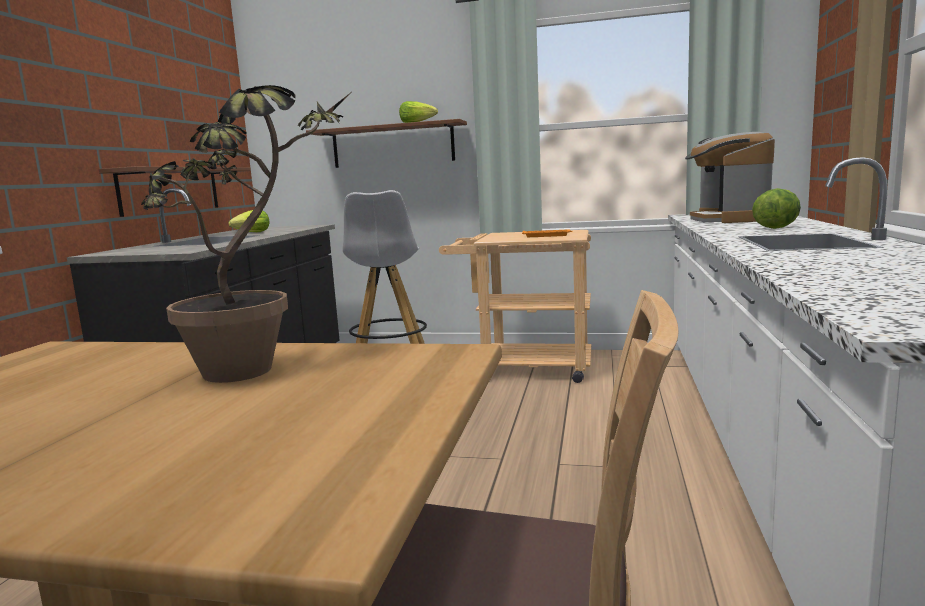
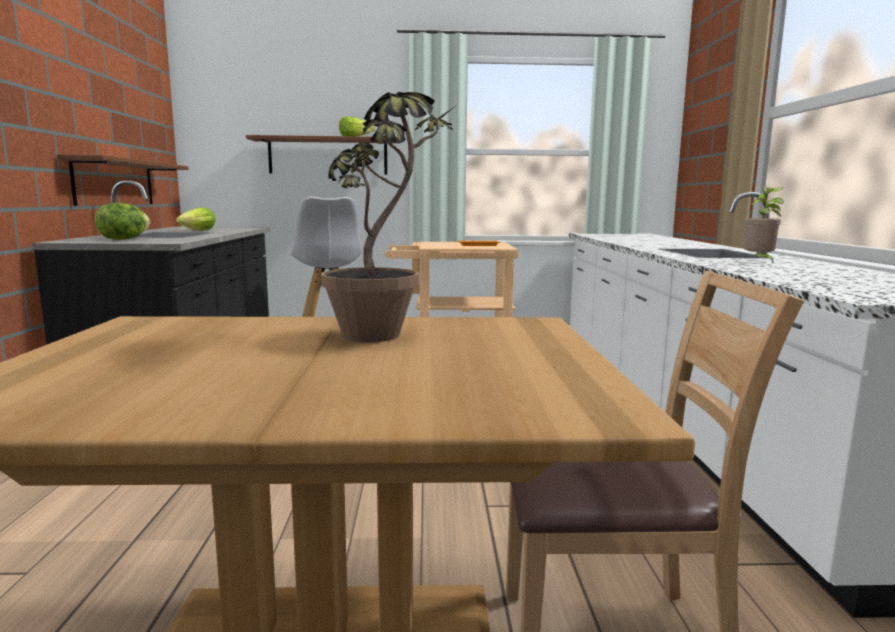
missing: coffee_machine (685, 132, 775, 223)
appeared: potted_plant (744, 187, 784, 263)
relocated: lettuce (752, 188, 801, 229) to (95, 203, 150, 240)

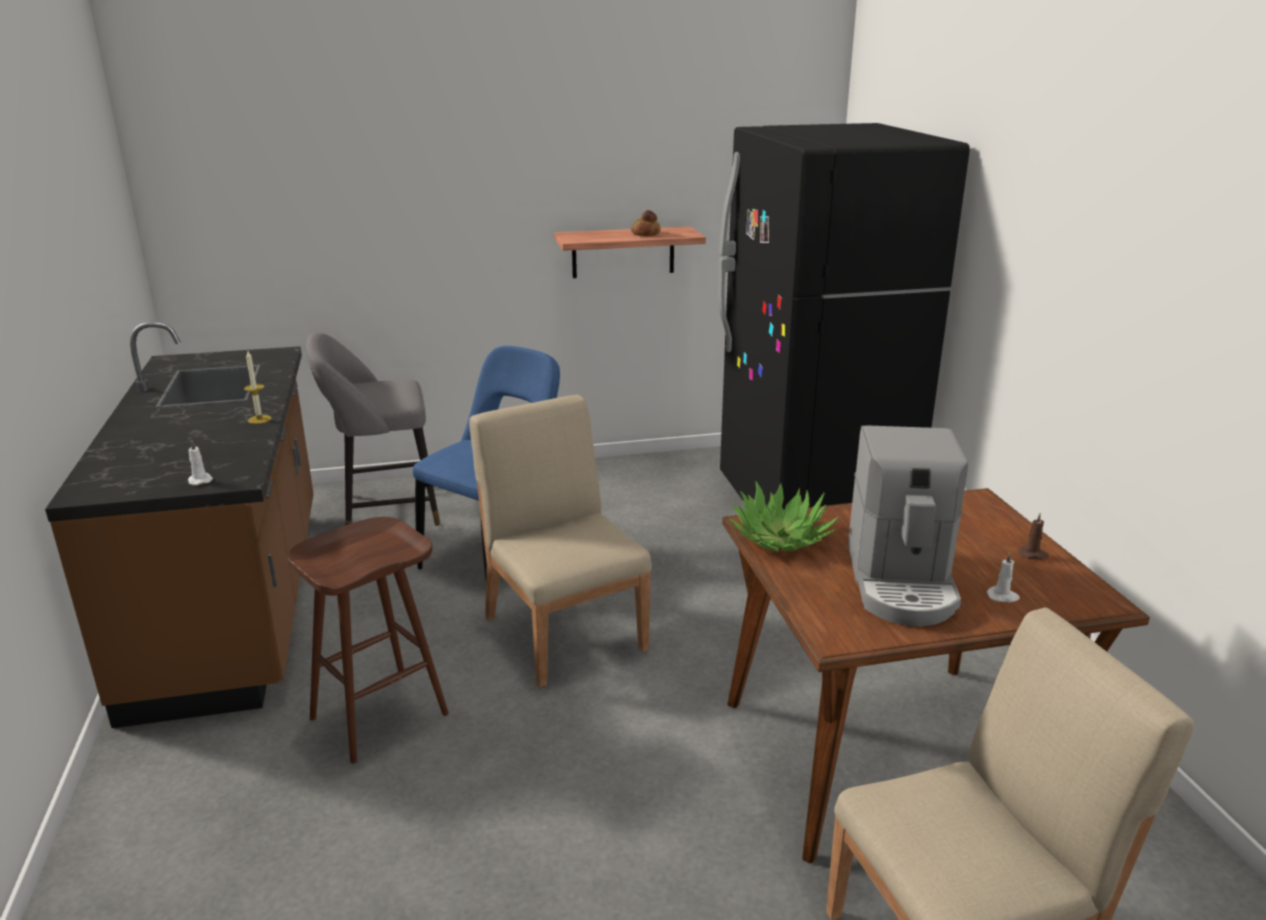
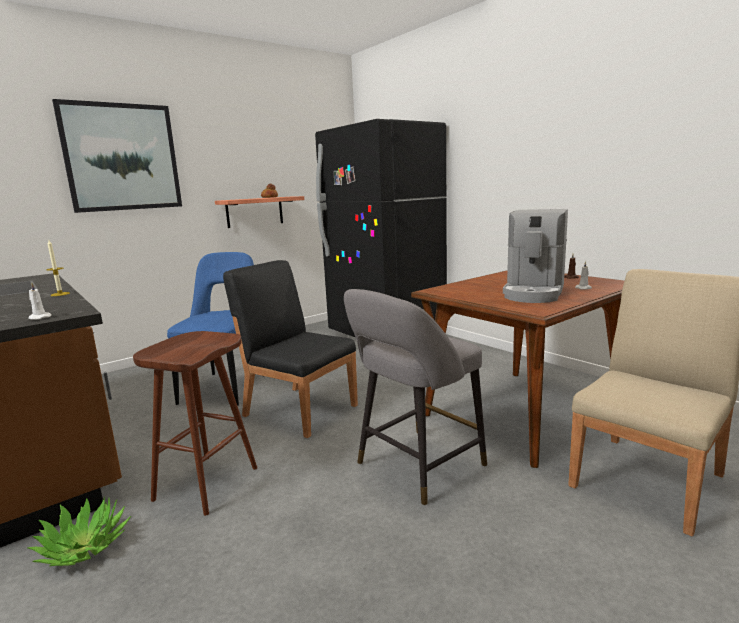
appeared: picture (52, 99, 182, 213)
relocated: grey_stool (306, 333, 440, 526) to (344, 289, 487, 505); potted_plant (727, 481, 839, 552) to (28, 496, 131, 566)
colour: beige_chair (469, 395, 652, 687) to black_chair (223, 260, 358, 438)
spun: coffee_machine (848, 425, 968, 626) = (503, 209, 568, 303) 45 degrees clockwise

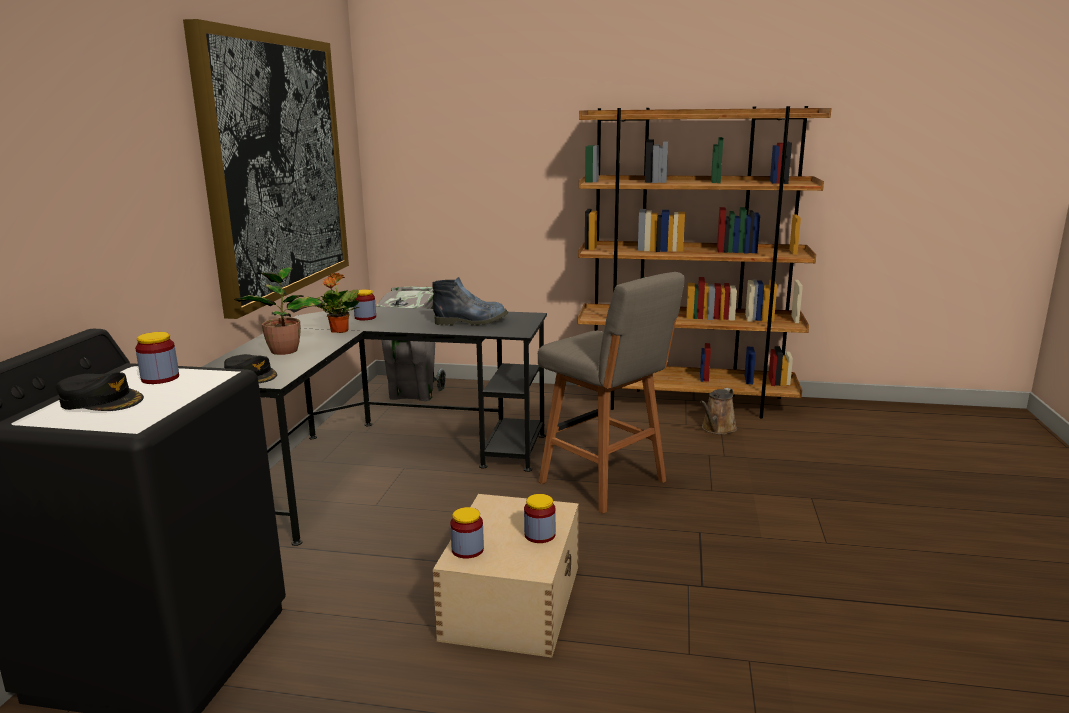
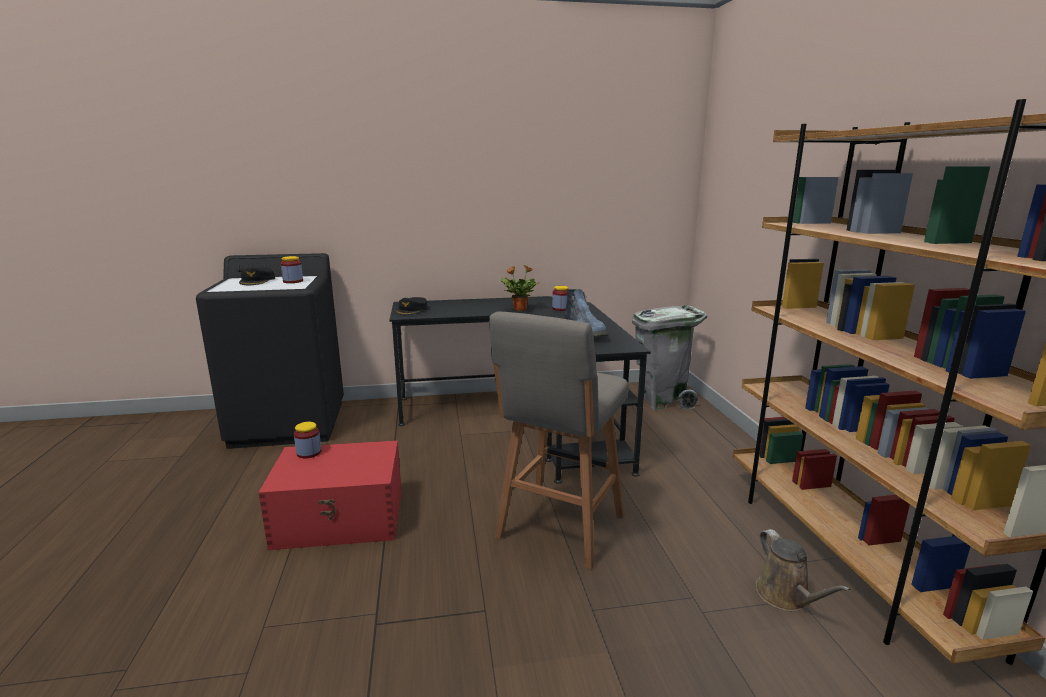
missing: picture (183, 19, 349, 319); potted_plant (234, 267, 323, 355); jar (524, 494, 556, 543)
colour: beige_storage_box (433, 494, 579, 658) to red_storage_box (258, 440, 402, 550)
spun: brown_watering_can (700, 388, 737, 434) = (756, 529, 851, 611) 120 degrees counterclockwise

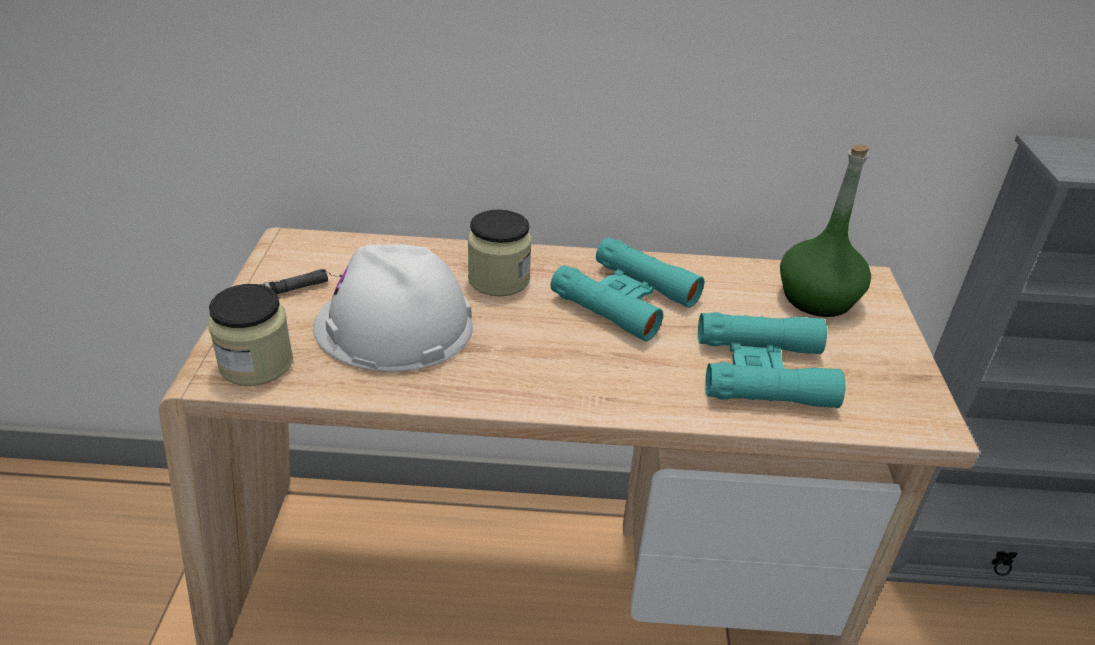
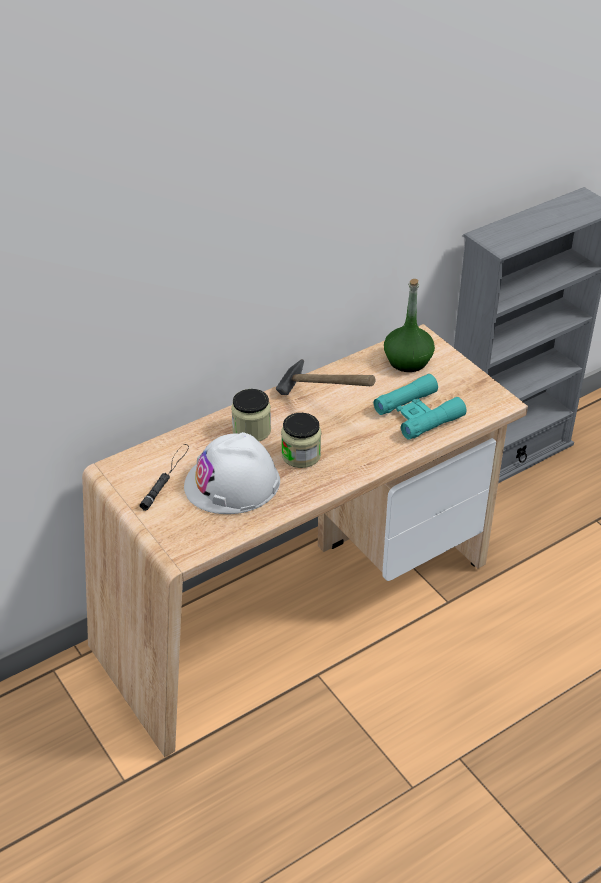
relocated: jar (208, 284, 293, 386) to (281, 413, 321, 468)
exchanged: turquoise_binoculars (551, 237, 704, 341) to hammer (276, 359, 376, 395)

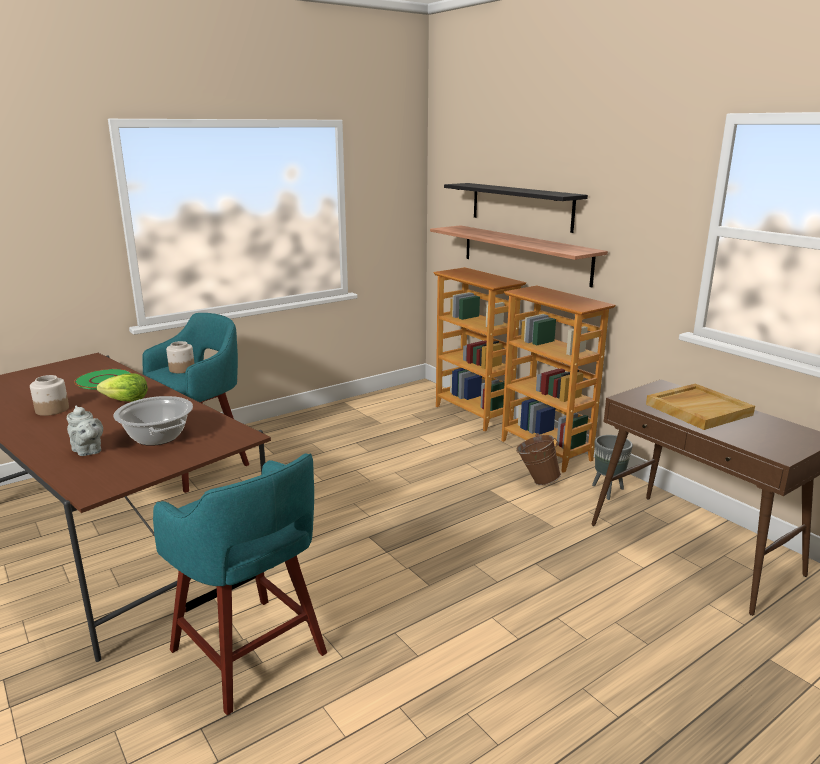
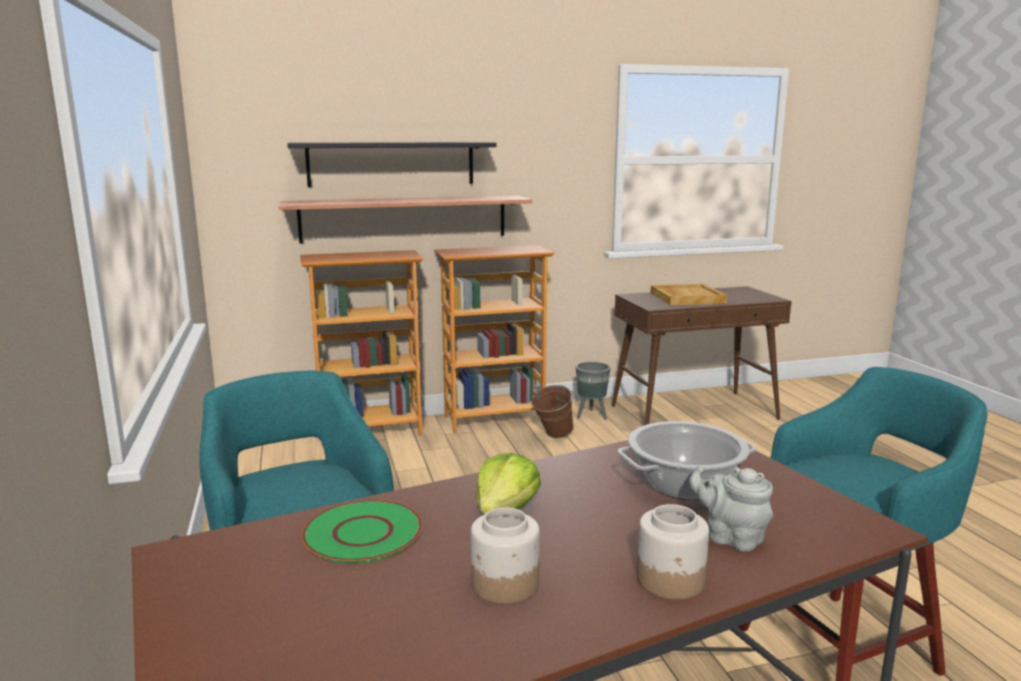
relocated: jar (166, 341, 195, 373) to (637, 504, 709, 600)
spun: grey_teapot (67, 406, 103, 456) = (689, 466, 773, 552) 120 degrees counterclockwise

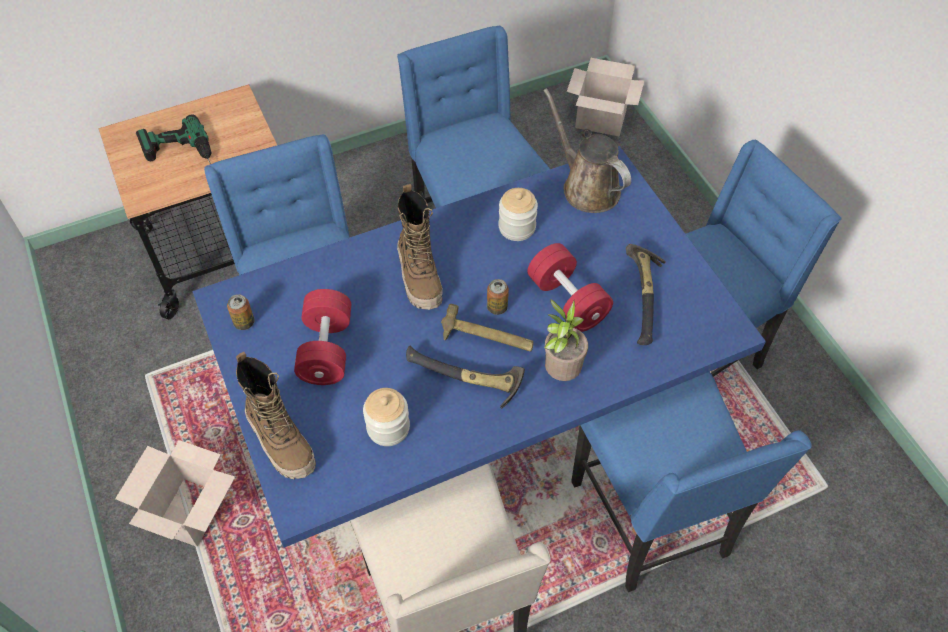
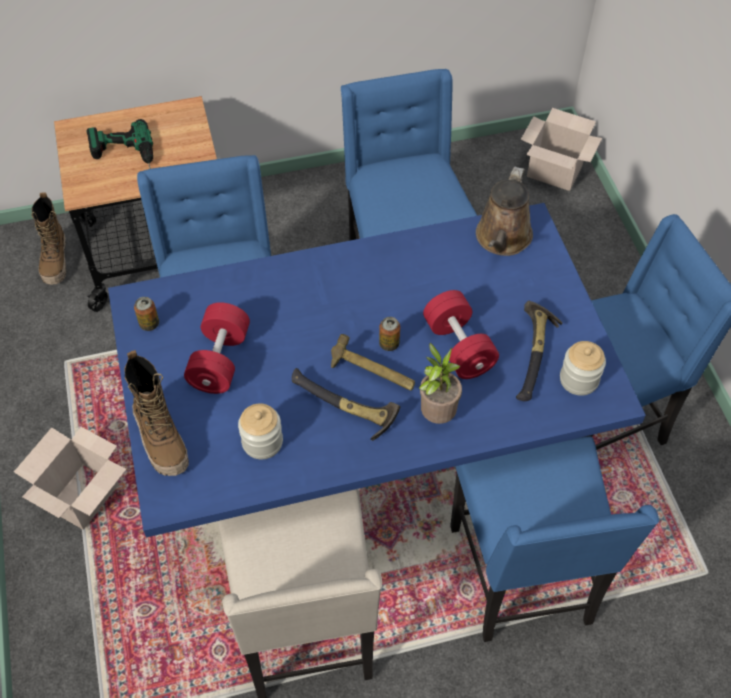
relocated: boot (397, 184, 443, 310) to (31, 192, 66, 285); jar (498, 188, 538, 241) to (560, 341, 606, 396)
spun: brown_watering_can (544, 88, 631, 213) = (476, 167, 533, 256) 135 degrees counterclockwise

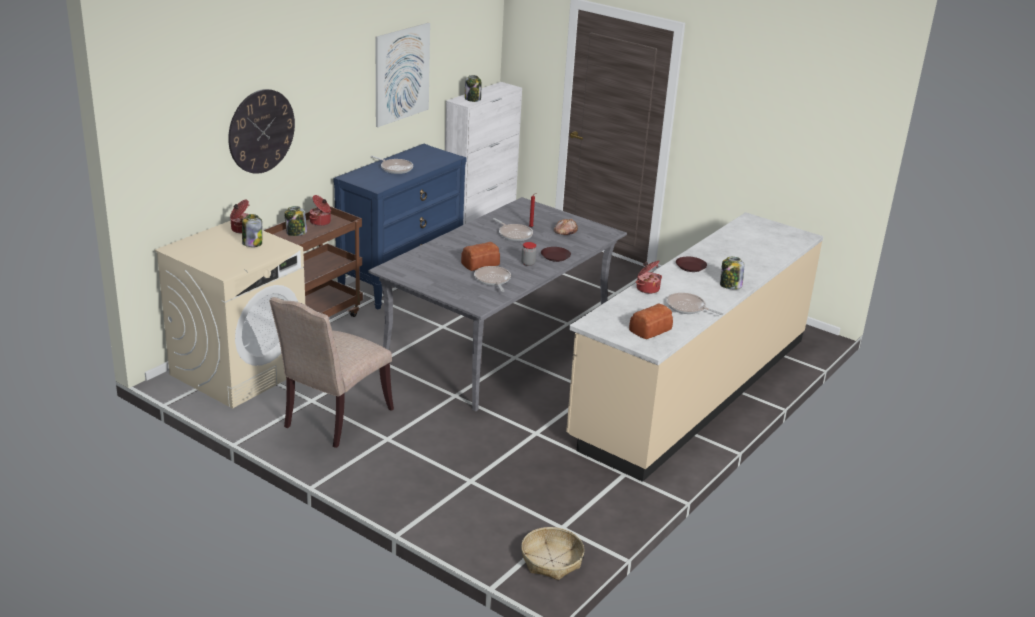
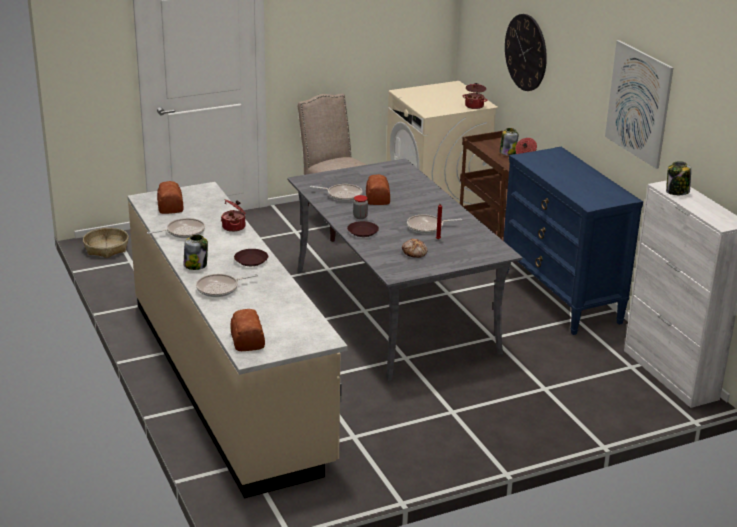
missing: jar (242, 214, 262, 247)
appeared: bread (231, 309, 265, 351)
relocated: frying_pan (371, 156, 413, 174) to (196, 274, 258, 297)

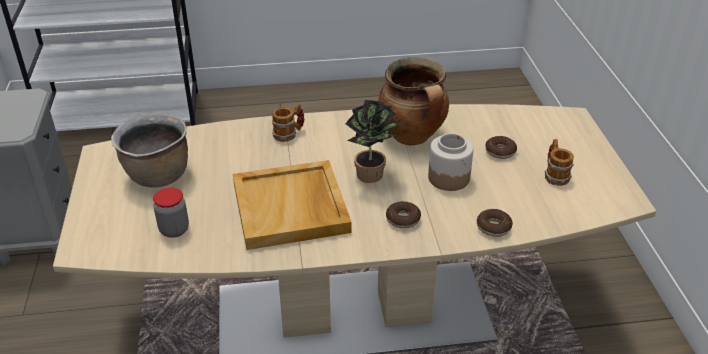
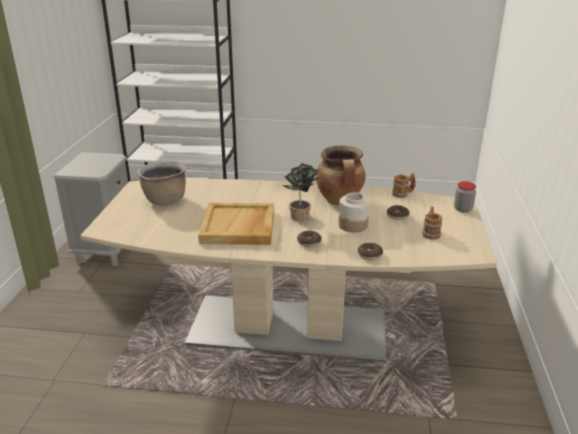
relocated: jar (153, 188, 189, 238) to (454, 181, 476, 213); mug (272, 103, 305, 142) to (392, 173, 416, 198)

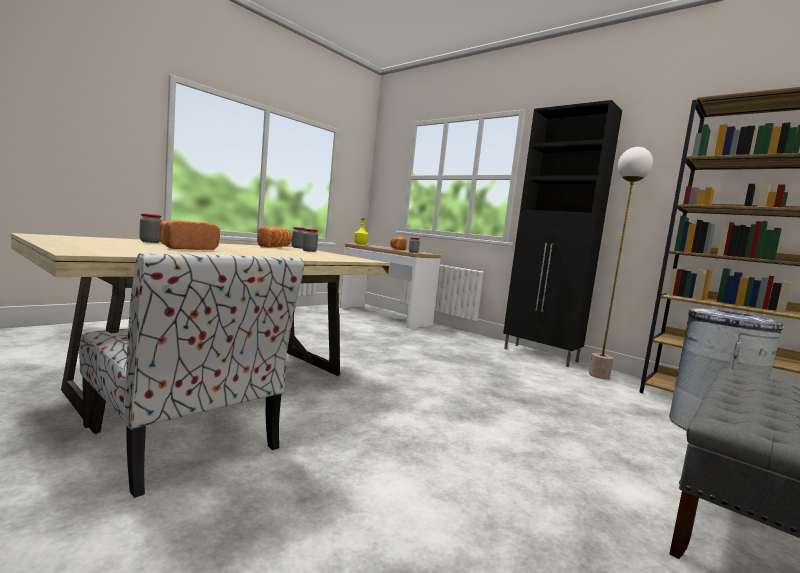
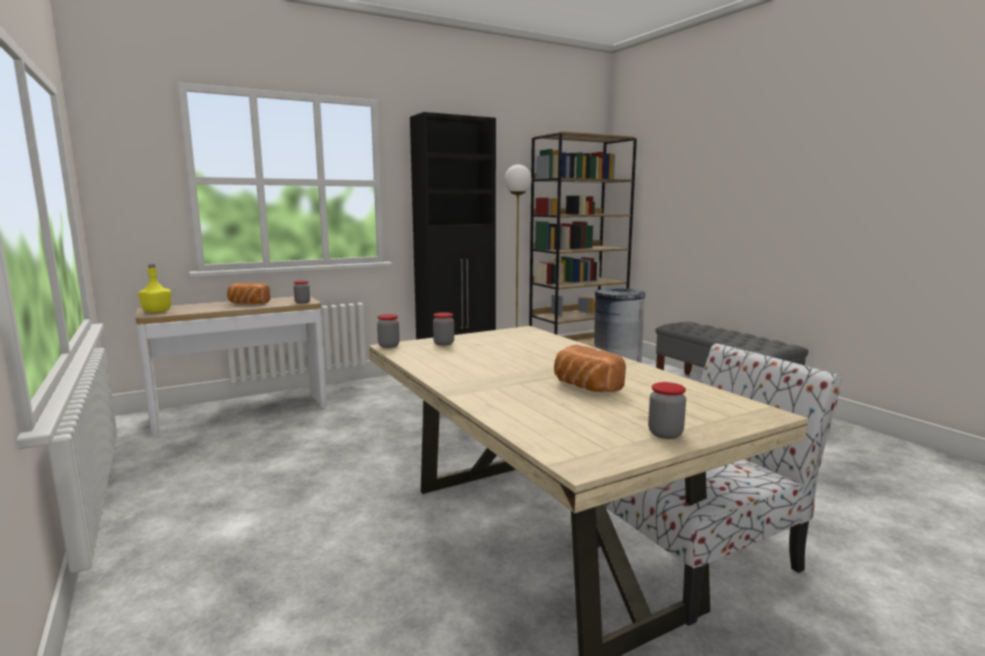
missing: bread (257, 226, 292, 247)
relocated: jar (139, 213, 162, 243) to (648, 382, 686, 439)

